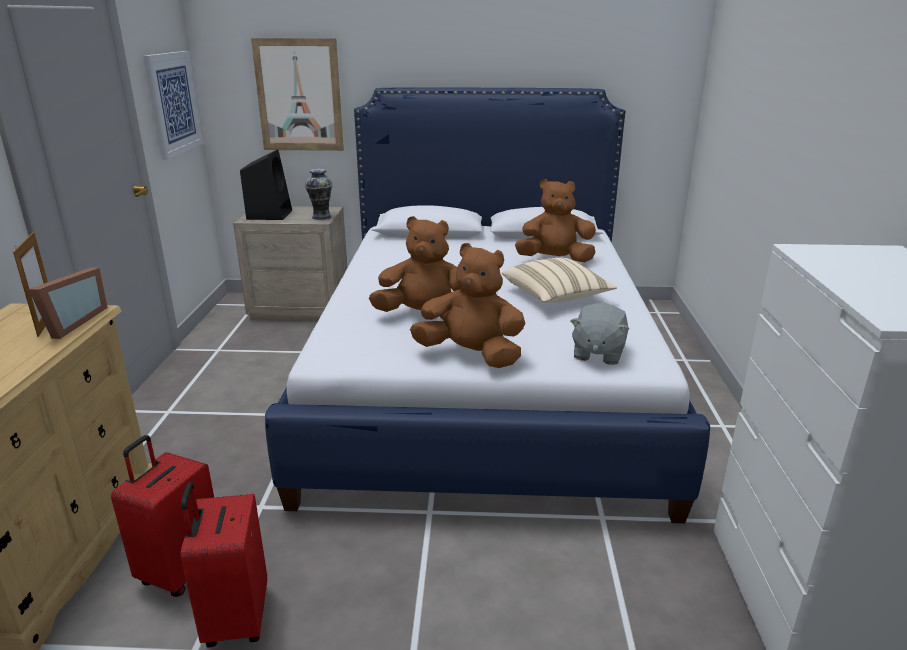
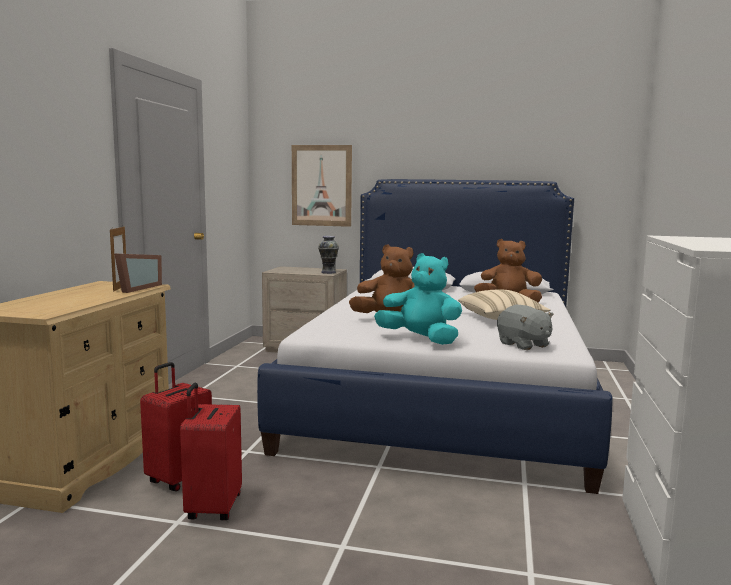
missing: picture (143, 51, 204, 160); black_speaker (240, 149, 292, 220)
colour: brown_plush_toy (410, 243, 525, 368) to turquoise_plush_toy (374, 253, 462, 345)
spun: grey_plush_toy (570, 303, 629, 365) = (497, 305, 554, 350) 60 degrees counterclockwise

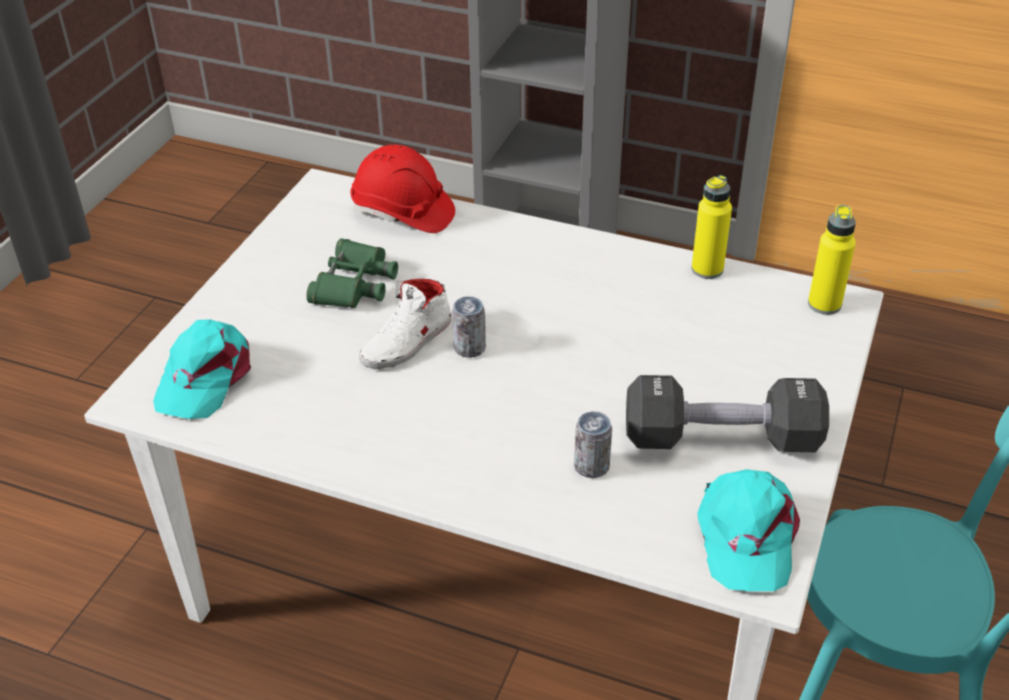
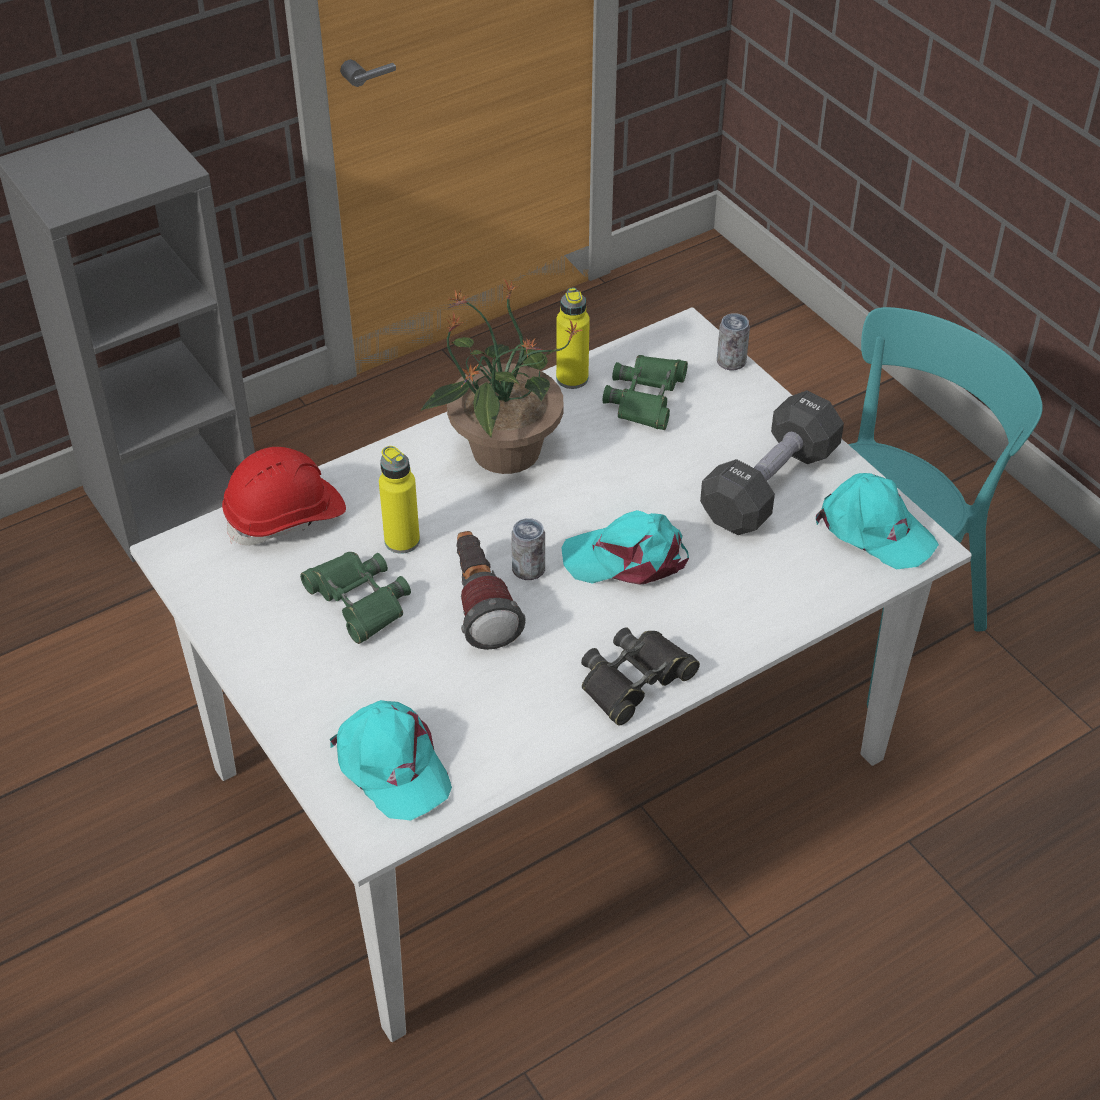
appeared: potted_plant (420, 278, 582, 474); turquoise_cap (561, 510, 689, 585); black_binoculars (581, 627, 700, 725); green_binoculars (603, 355, 688, 430)
relocated: can (574, 411, 612, 478) to (717, 313, 750, 370); yellow_bottle (808, 205, 856, 315) to (379, 446, 420, 554)
exchanged: white_shoe (360, 279, 451, 369) to flashlight (456, 531, 526, 650)

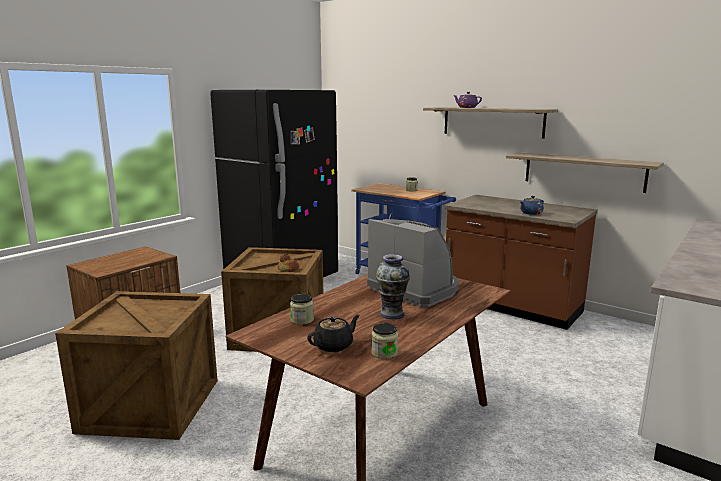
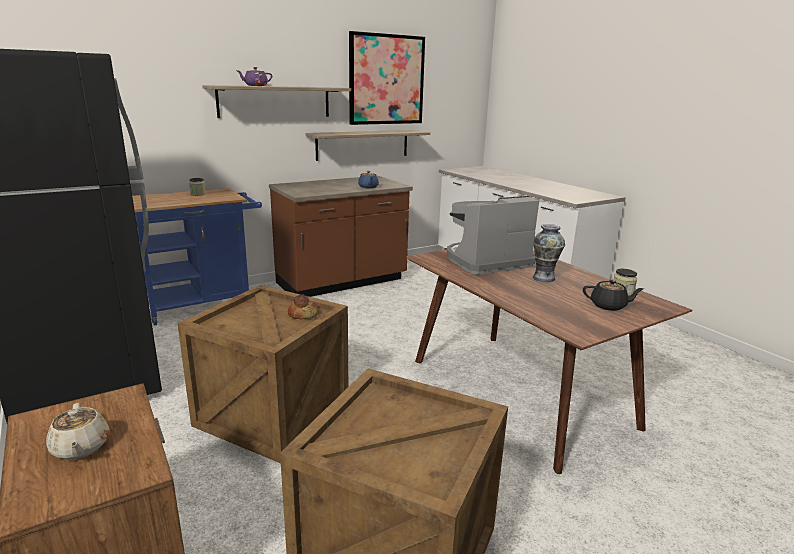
missing: jar (290, 294, 314, 325)
appeared: beige_teapot (46, 403, 110, 460); picture (349, 31, 425, 125)
spun: black_teapot (307, 315, 360, 352) = (583, 279, 644, 311) 120 degrees clockwise

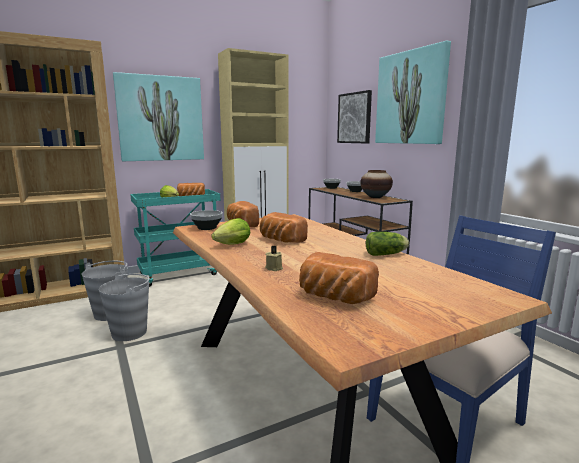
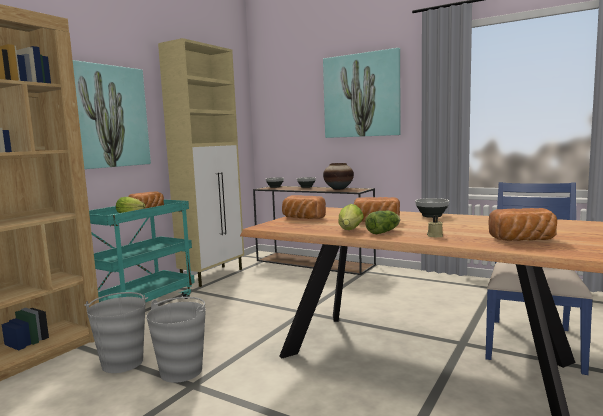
missing: picture (337, 90, 372, 143)
relocated: bowl (190, 210, 223, 230) to (415, 198, 449, 218); lettuce (366, 232, 409, 256) to (365, 211, 400, 234)

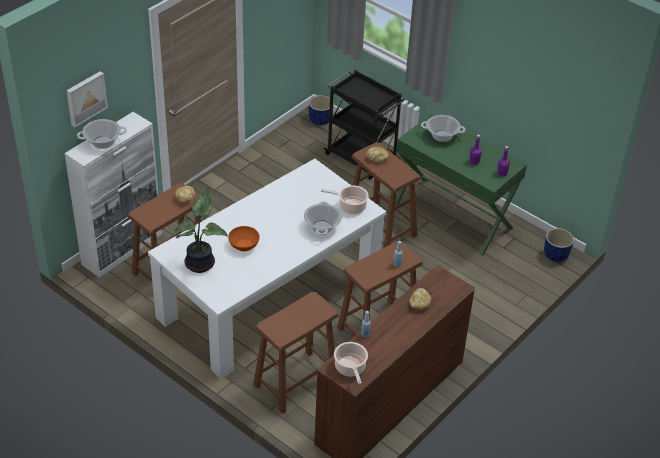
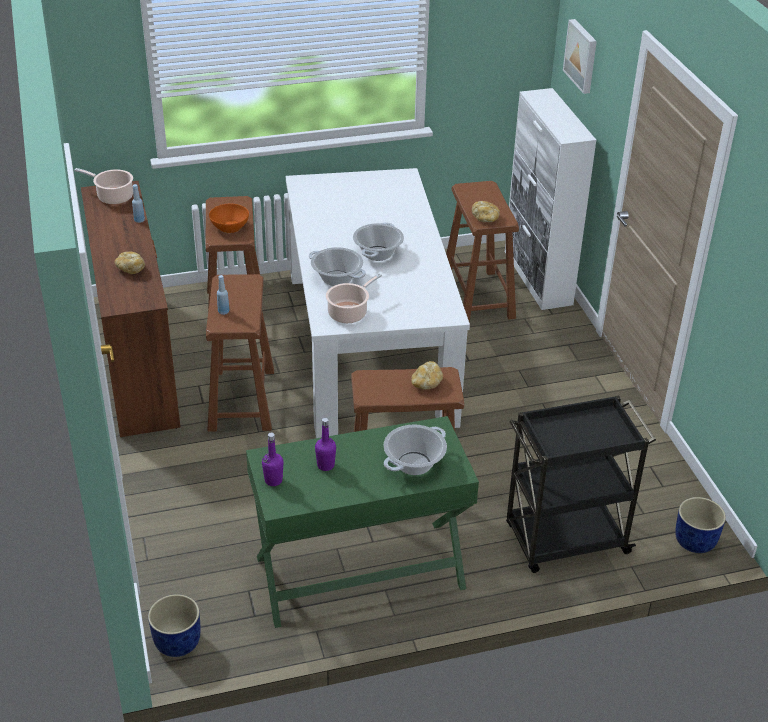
missing: potted_plant (174, 187, 227, 273)
relocated: cooking_pot (77, 119, 127, 149) to (353, 223, 404, 261); orange_bowl (228, 226, 260, 251) to (209, 204, 249, 233)

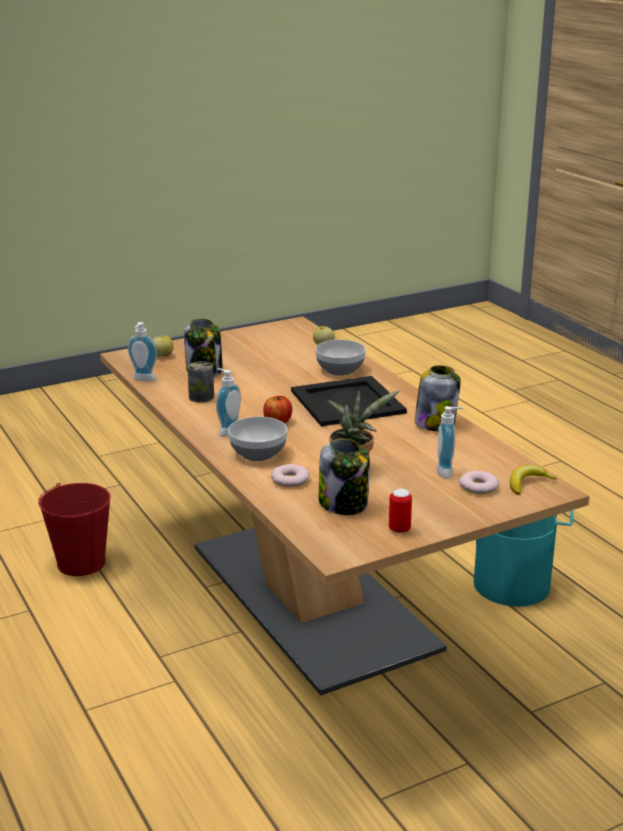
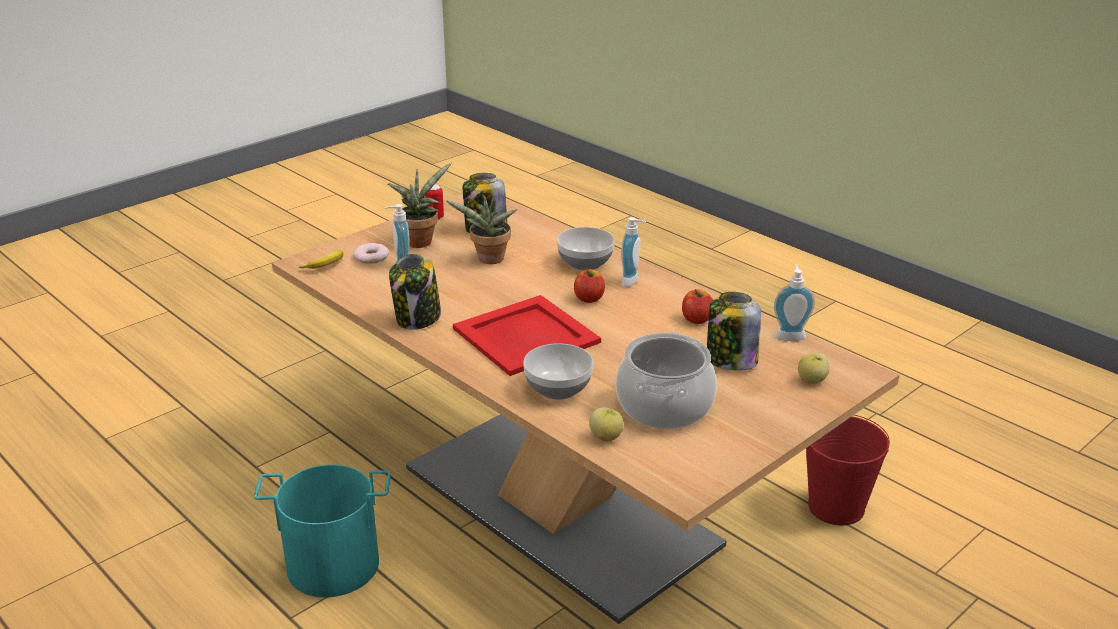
missing: donut (271, 464, 310, 487)
appeared: potted_plant (388, 163, 452, 248); cooking_pot (616, 332, 717, 429)
exchanged: can (187, 361, 214, 403) to apple (682, 289, 713, 324)
colour: black_tray (291, 376, 407, 426) to red_tray (453, 295, 601, 376)

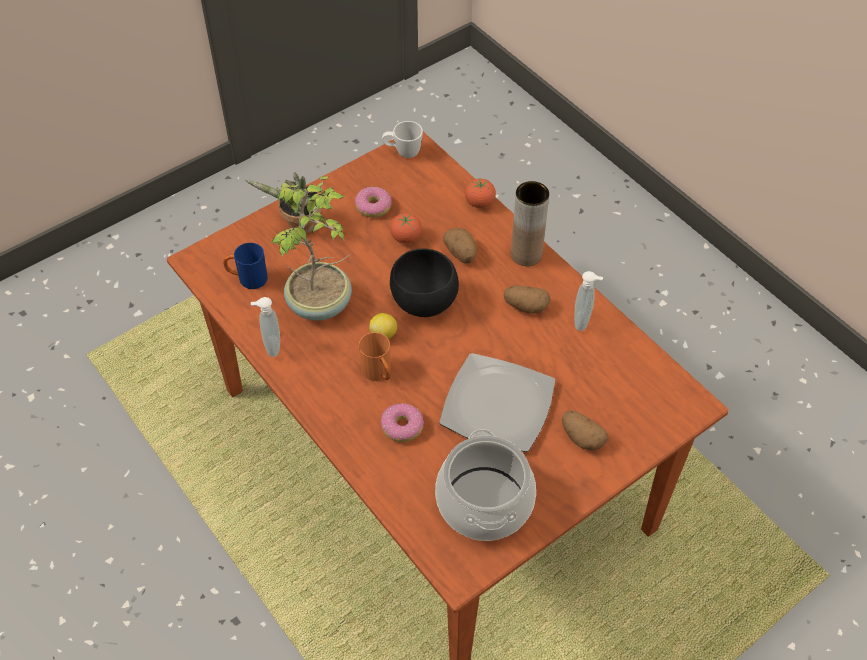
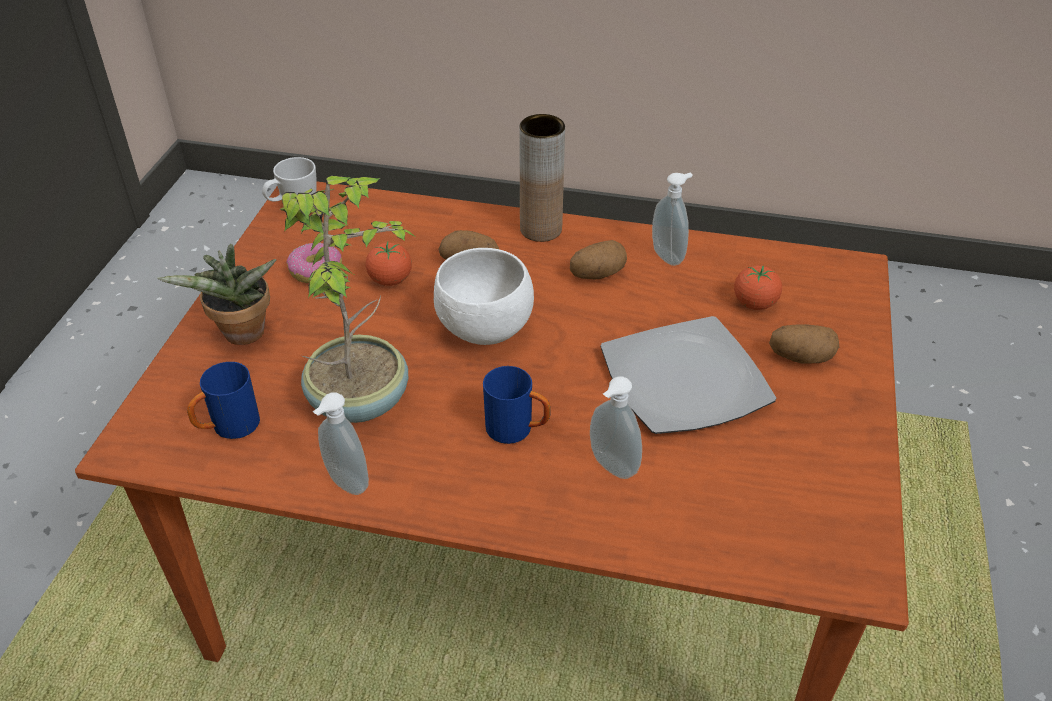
missing: lemon (369, 313, 397, 339); cooking_pot (435, 429, 536, 541)
relocated: tomato (465, 179, 496, 208) to (734, 266, 782, 310)
exchanged: donut (381, 403, 424, 442) to soap_dispenser (590, 376, 642, 479)
colour: orange_mug (359, 332, 391, 381) to blue_mug (483, 366, 551, 444); black_bowl (390, 248, 459, 317) to white_bowl (434, 248, 534, 345)

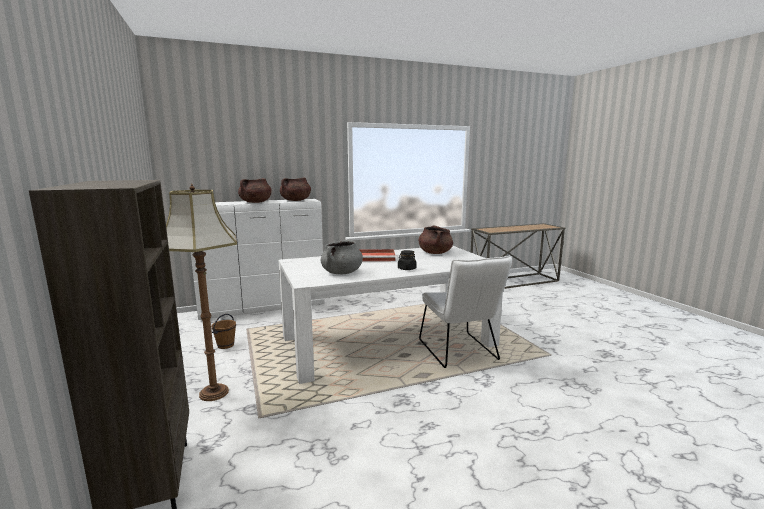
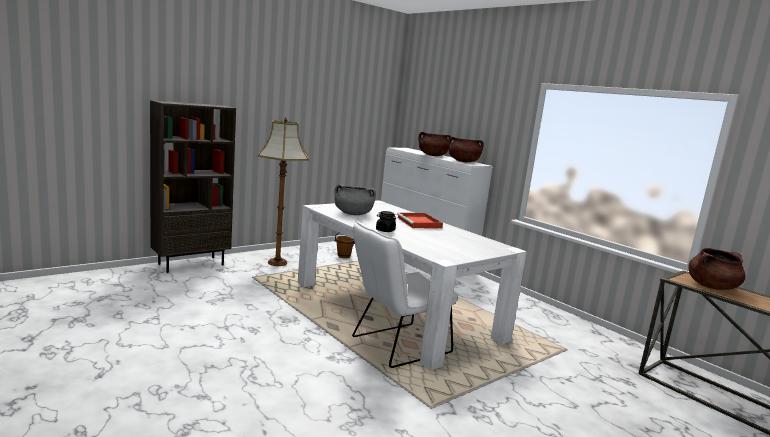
relocated: brown_cooking_pot (418, 225, 453, 254) to (688, 248, 746, 290)

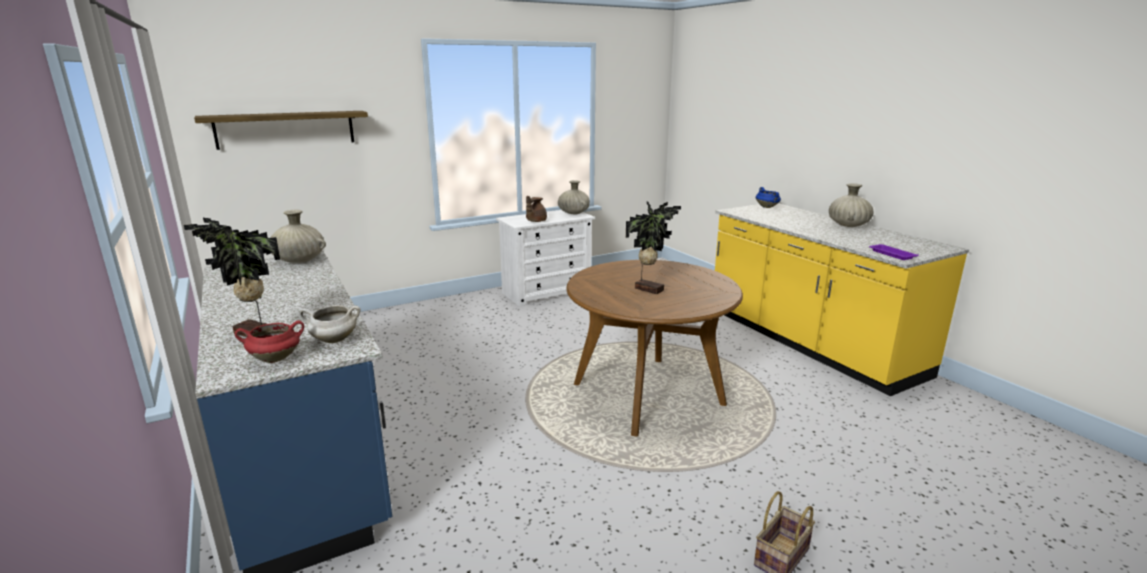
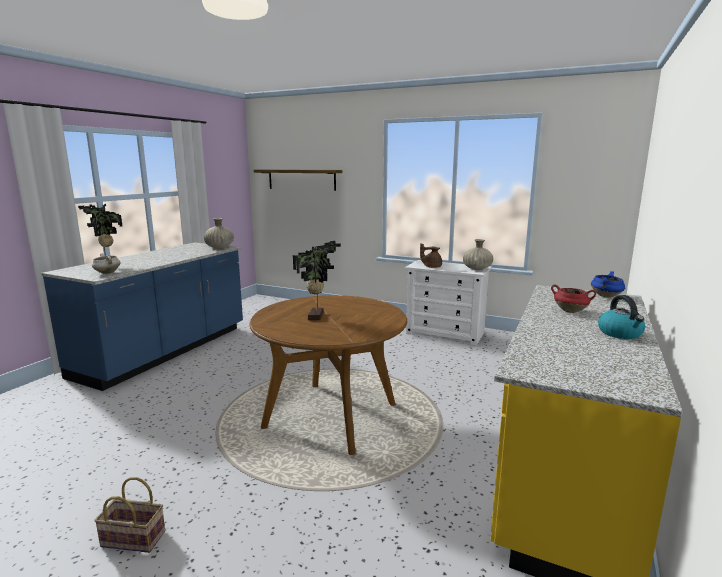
missing: purple_tray (869, 244, 919, 260)
relocated: red_cooking_pot (235, 321, 304, 363) to (551, 284, 596, 313)
exchanged: beige_vase (829, 184, 874, 227) to kettle (598, 295, 645, 339)

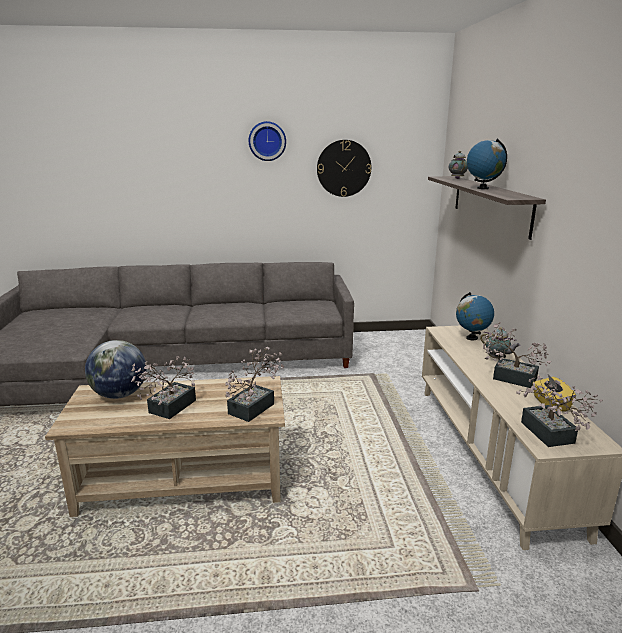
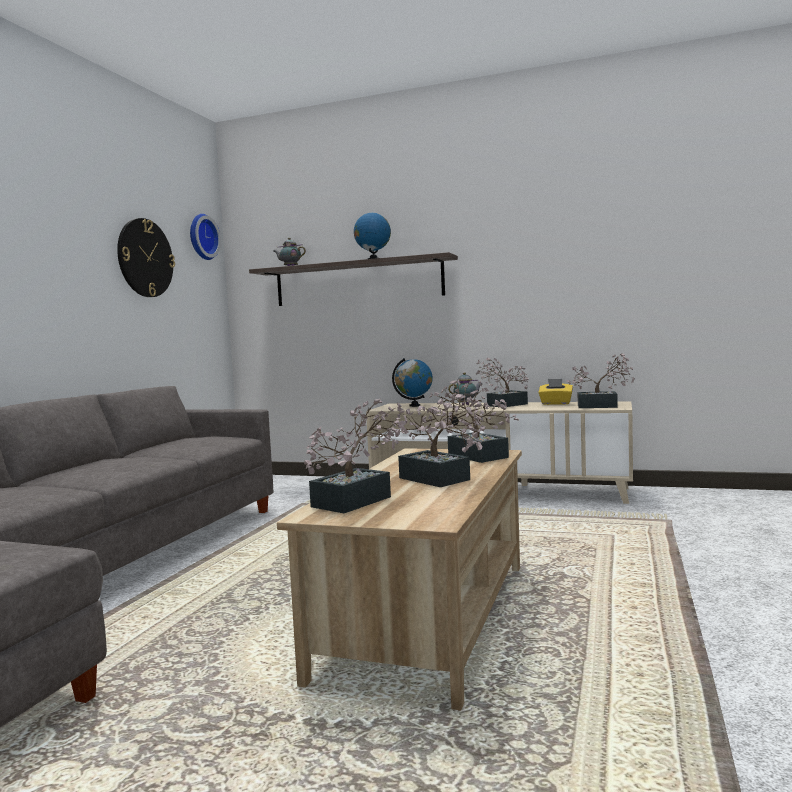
relocated: wall_clock (249, 121, 286, 161) to (190, 214, 221, 260)
exchanged: globe (85, 340, 146, 399) to potted_plant (304, 398, 407, 513)

